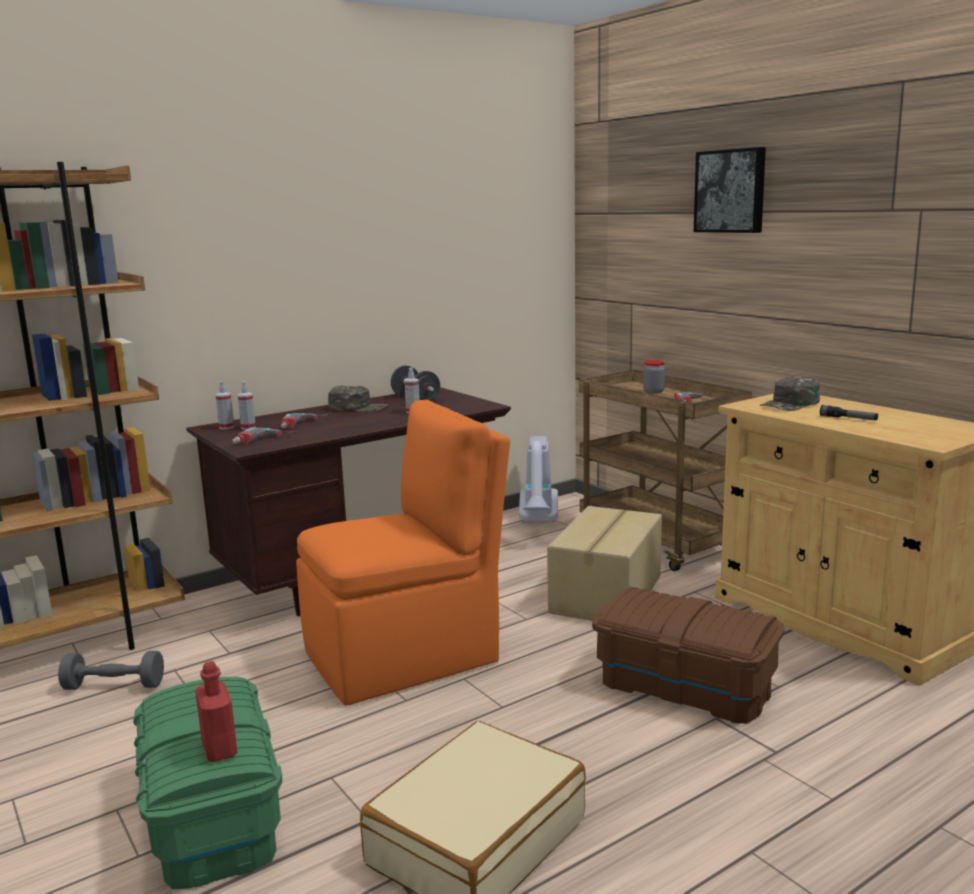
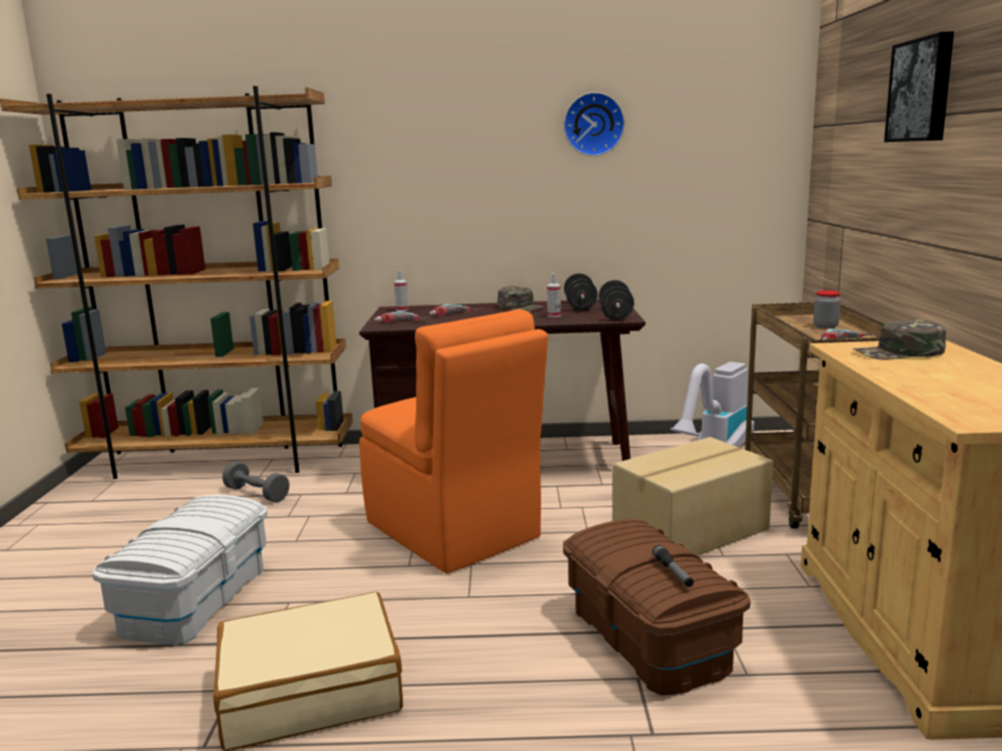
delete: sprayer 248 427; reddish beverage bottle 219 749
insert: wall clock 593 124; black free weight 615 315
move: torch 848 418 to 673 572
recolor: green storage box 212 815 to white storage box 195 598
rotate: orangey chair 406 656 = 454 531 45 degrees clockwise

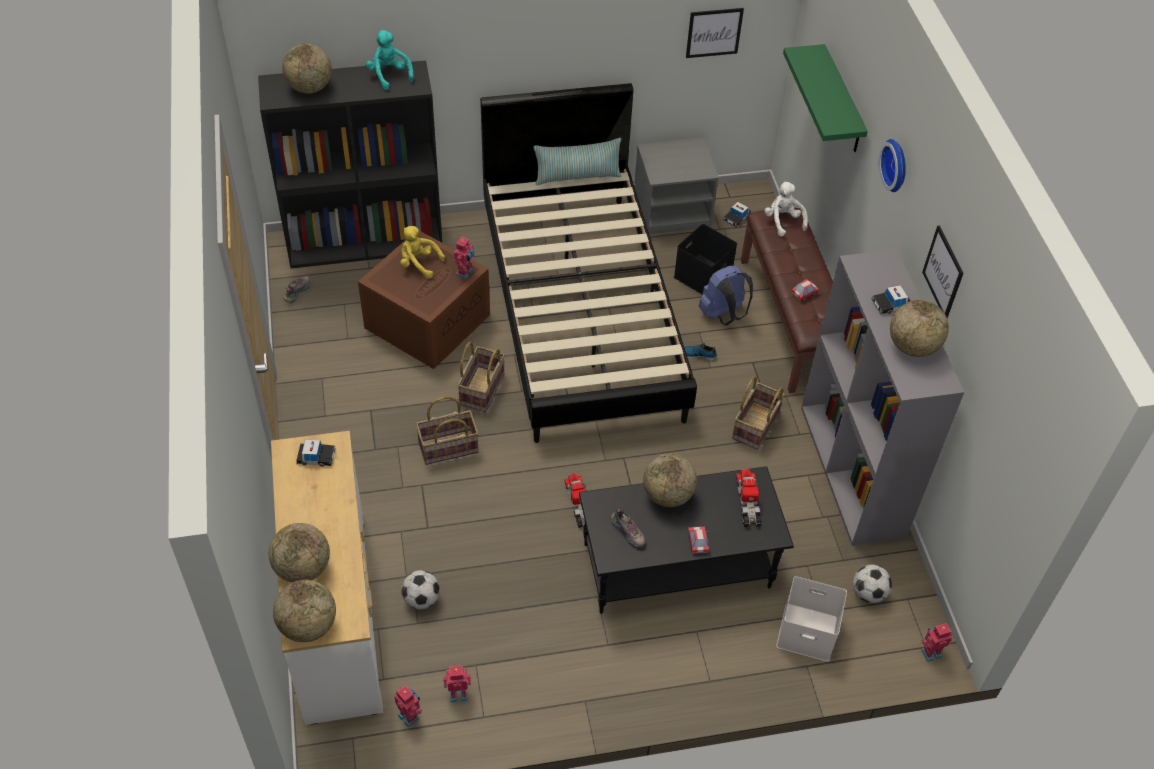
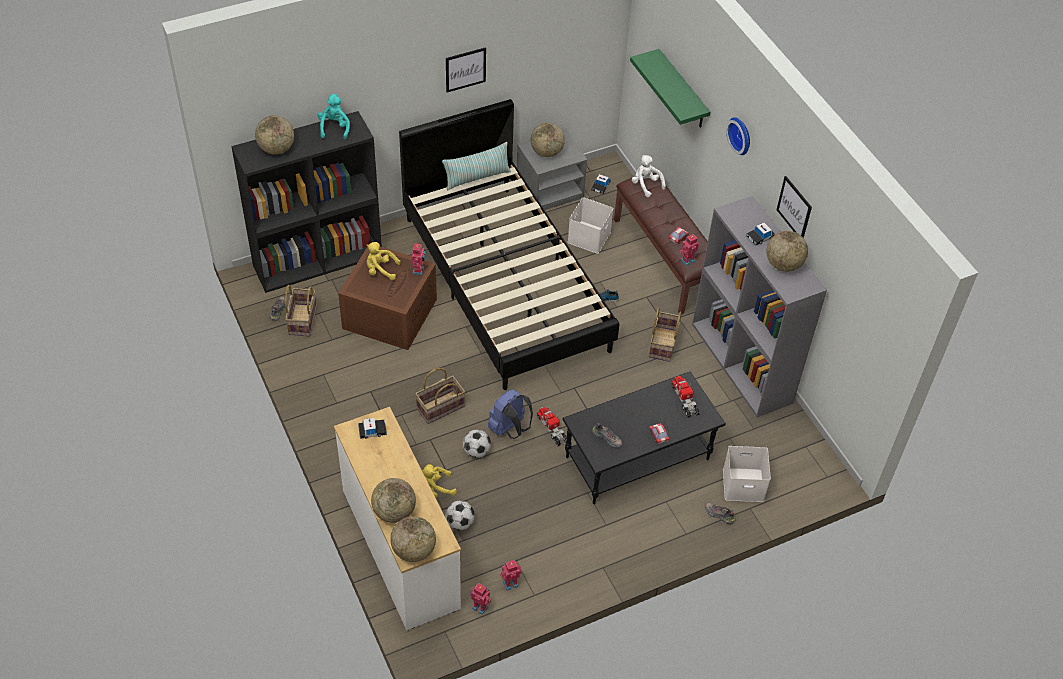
insert: yellow plush toy 436 489; shoe 718 515
move: wall art 714 32 to 465 69; bluish backpack 723 315 to 509 429; storage basket 481 389 to 302 320; desk globe 667 495 to 546 152; ball for football 868 593 to 476 451; robot figure 930 652 to 687 260
recolor: black storage box 702 274 to white storage box 588 236
rotate: turquoise-coloured plush toy 389 75 = 334 128 45 degrees clockwise

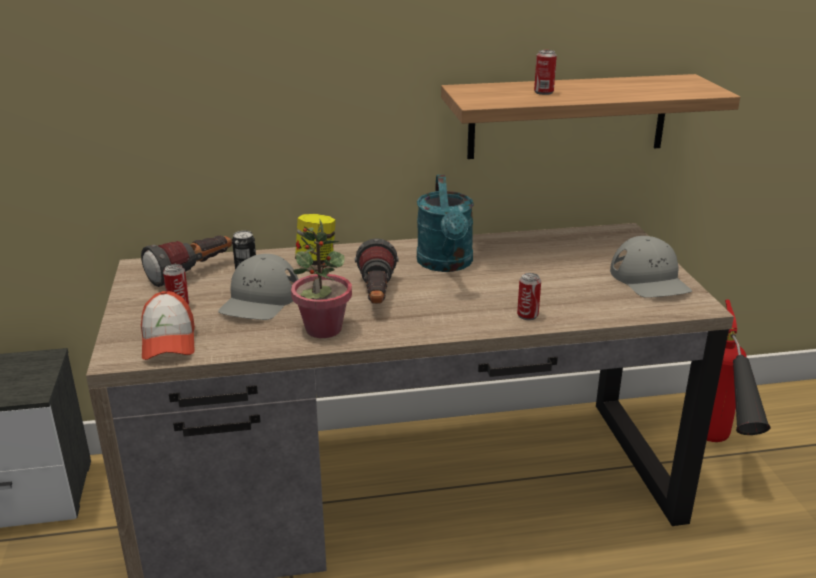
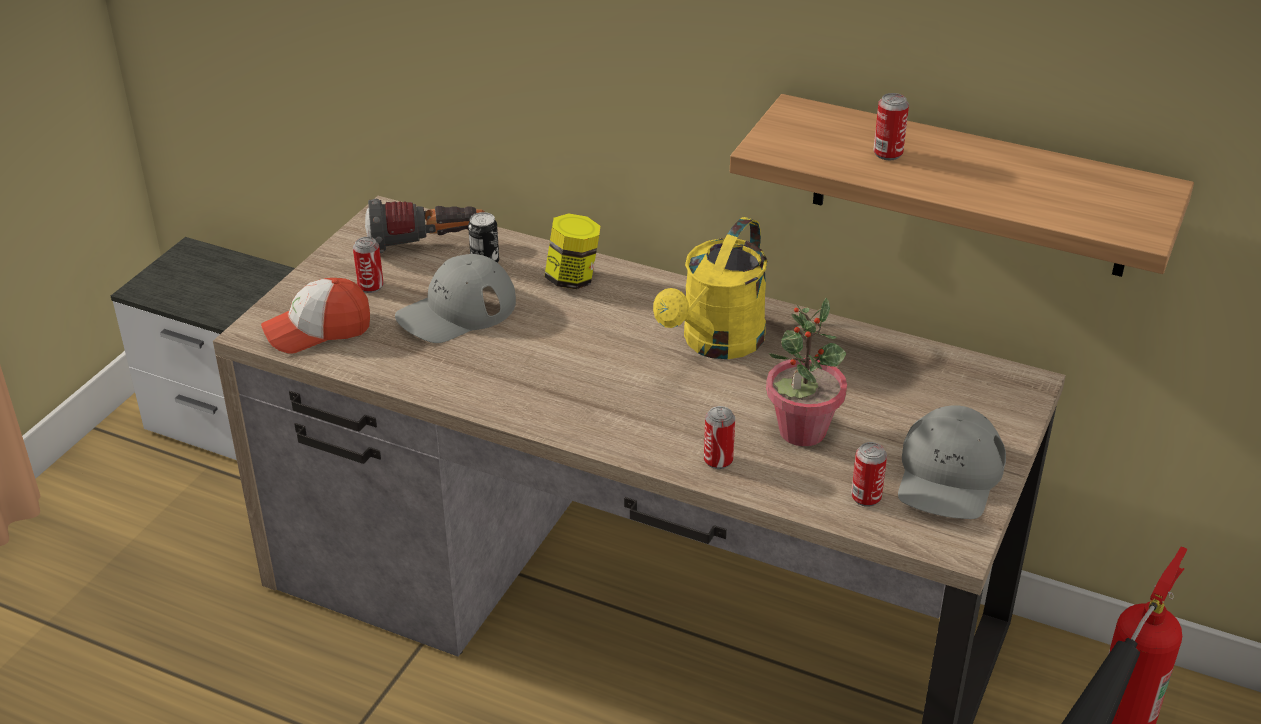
delete: torch 377 296
insert: metal can 866 497
move: potted plant 323 329 to 801 431
recolor: turquoise-coloured watering can 446 264 to yellow watering can 716 344
rotate: baseball cap 168 341 = 318 330 45 degrees clockwise

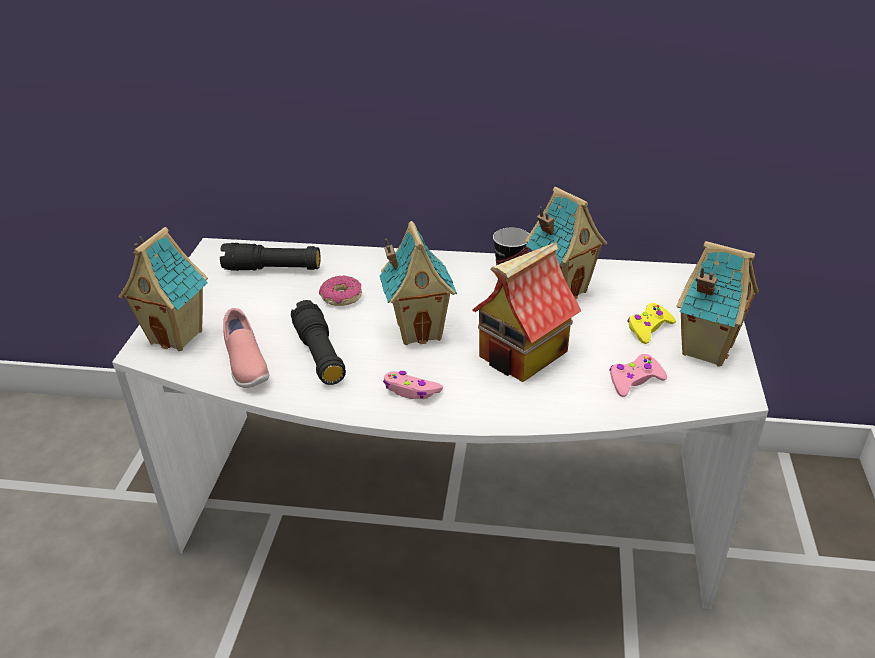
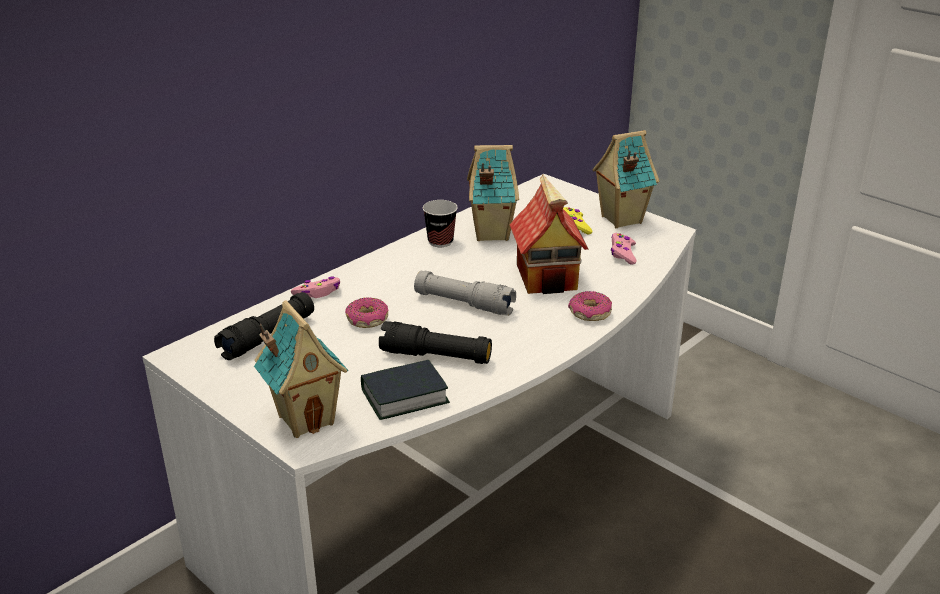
insert: donut 589 313
move: pinkish joypad 411 391 to 318 293
replace: model house 419 331 to grey torch 464 304; pinkish shoe 246 366 to book 404 396

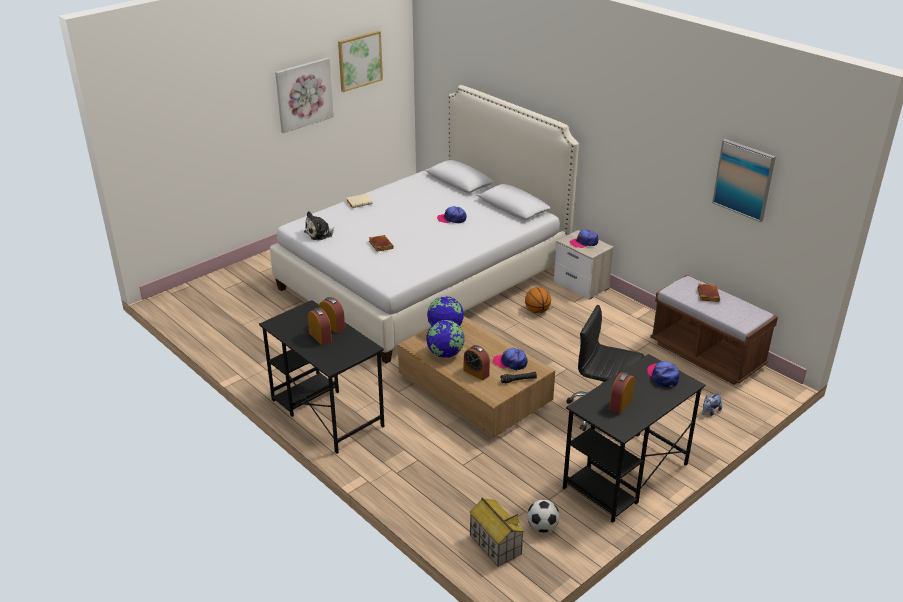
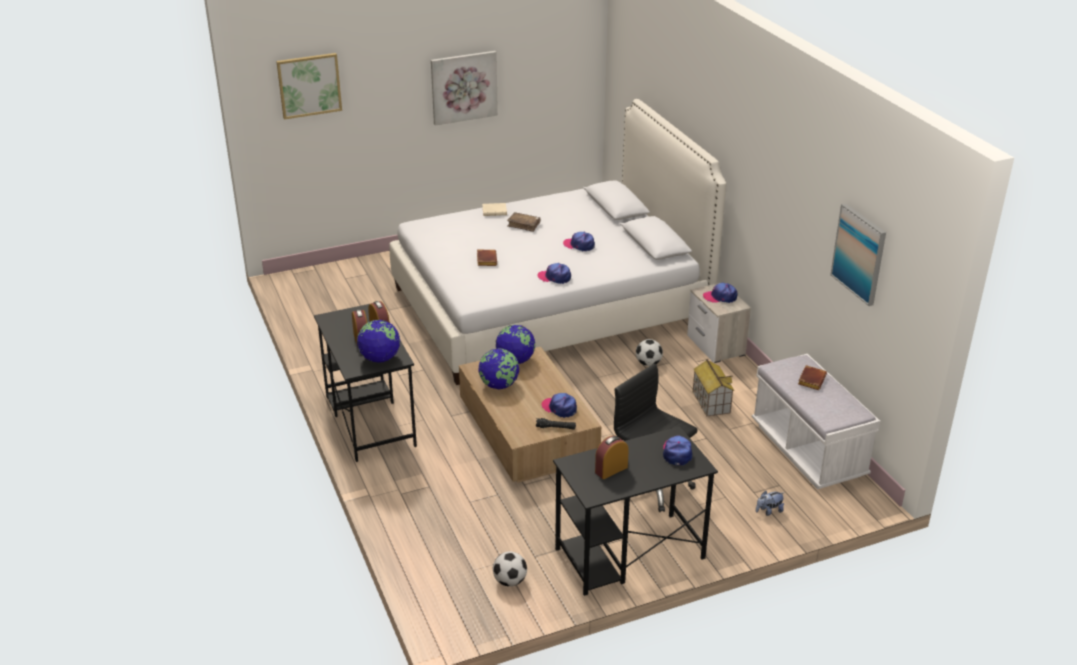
delete: plush toy 320 233; bedside clock 476 373
insert: brown book 524 225; baseball cap 554 277; desk globe 380 358
move: wall art 359 60 to 309 85; model house 495 544 to 710 402
replace: basketball 537 311 to ball for football 648 363
recolor: brown indoor bench 706 355 to white indoor bench 808 451

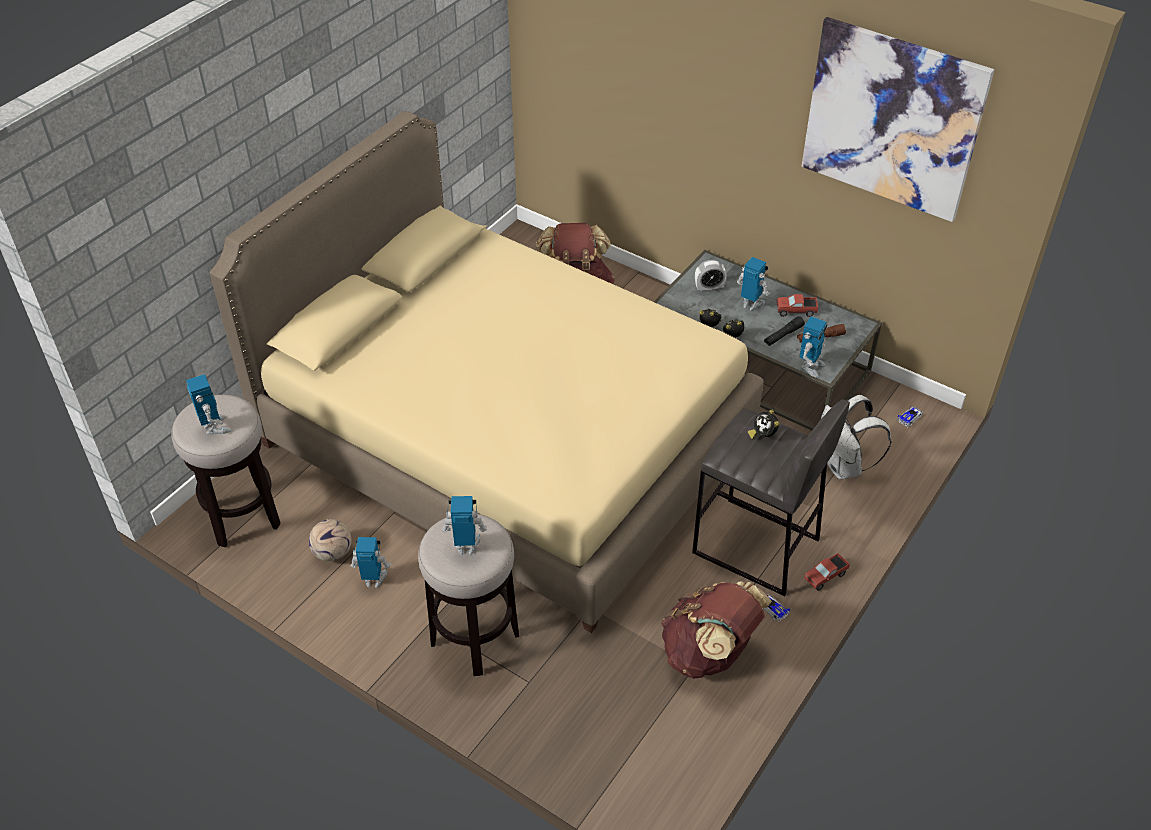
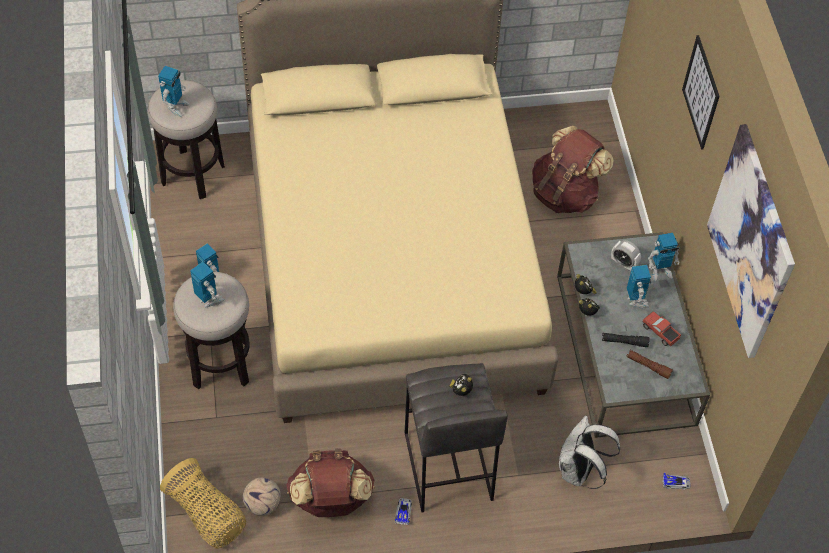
delete: model truck 825 576
insert: wall art 701 92; storage basket 207 515
move: robot figure 810 367 to 660 271; ball for football 332 553 to 262 504

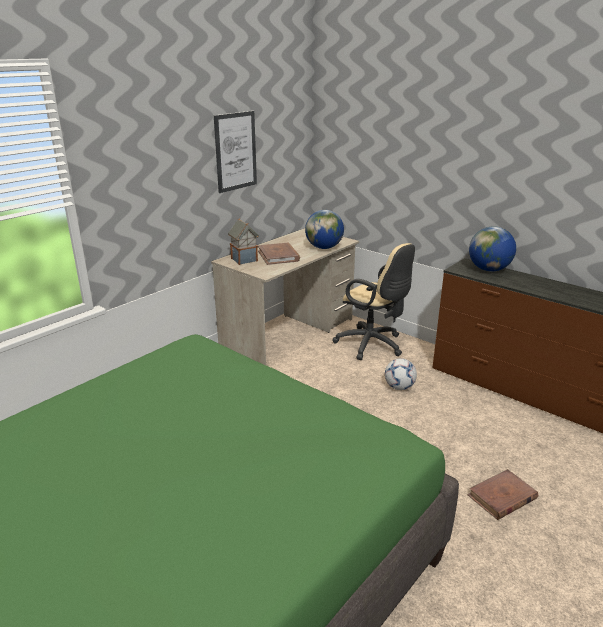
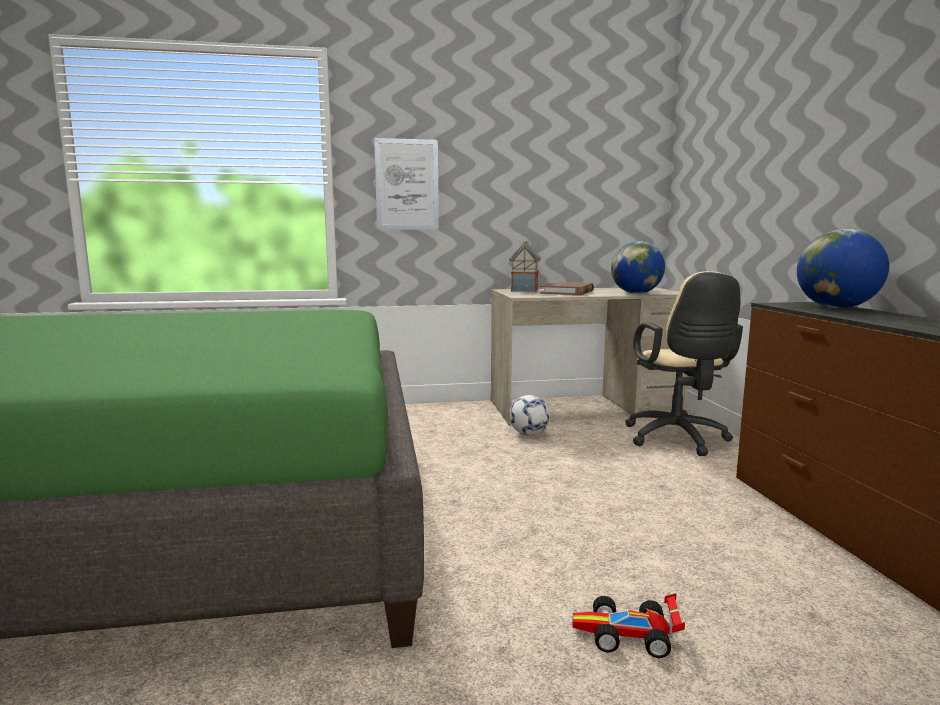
move: wall art 235 151 to 407 185; ball for football 399 387 to 529 434
replace: brown book 502 497 to model car 628 636

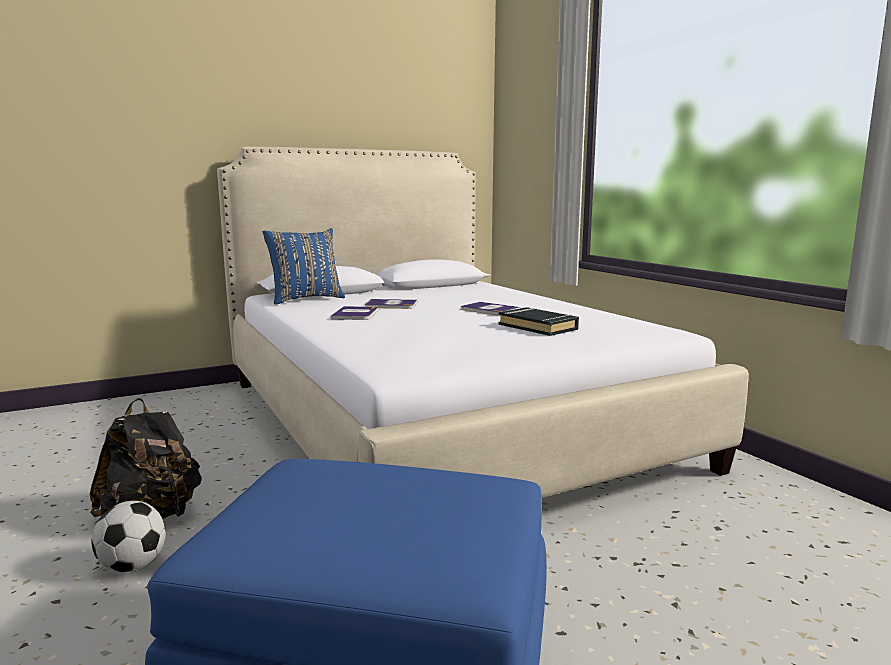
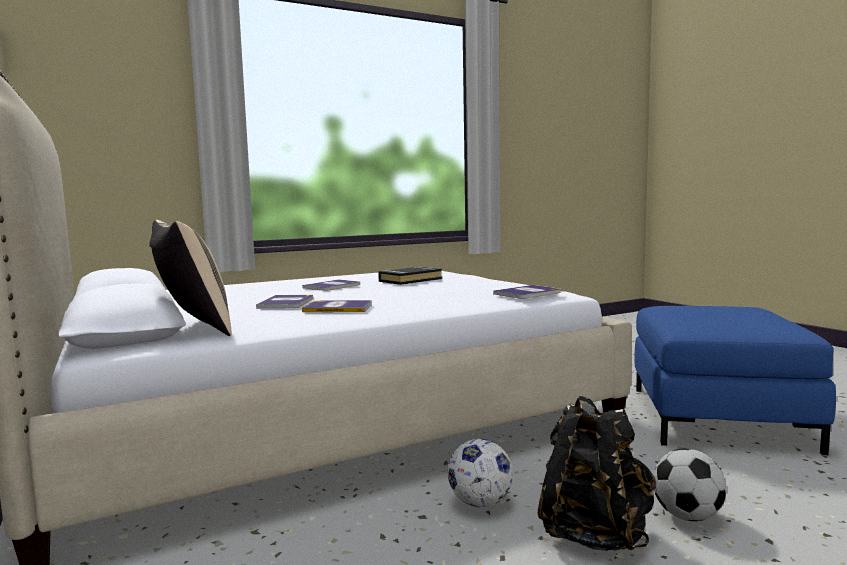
insert: book 528 293; ball for football 480 503
recolor: bluish pillow 305 299 to beige-coloured pillow 192 329

